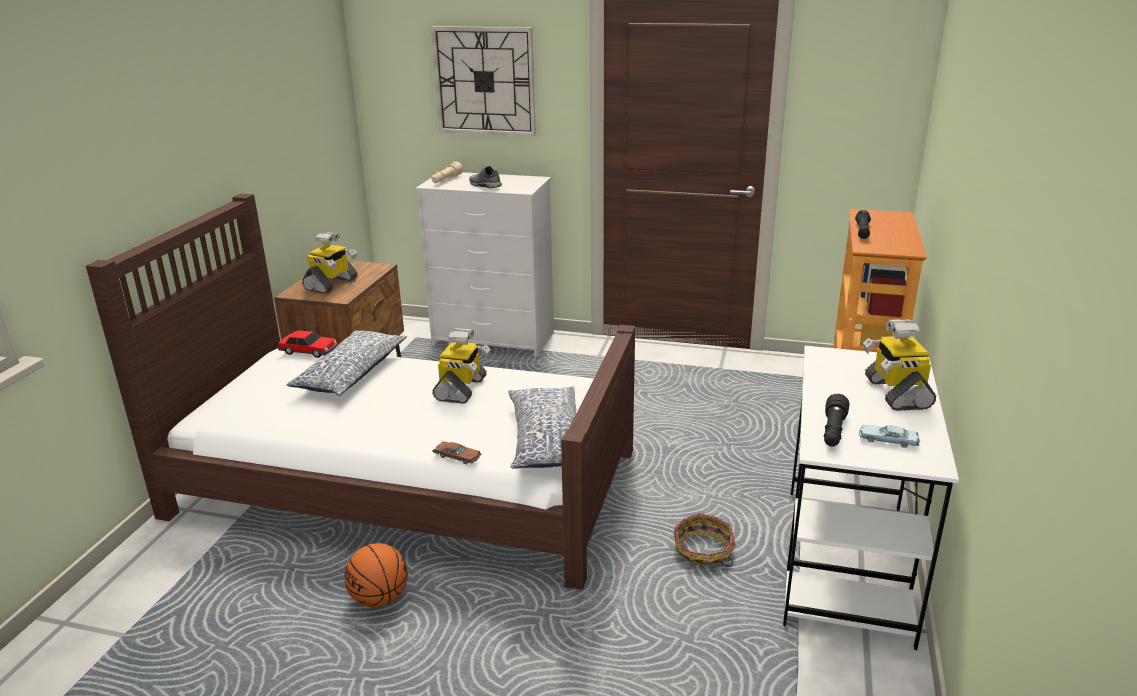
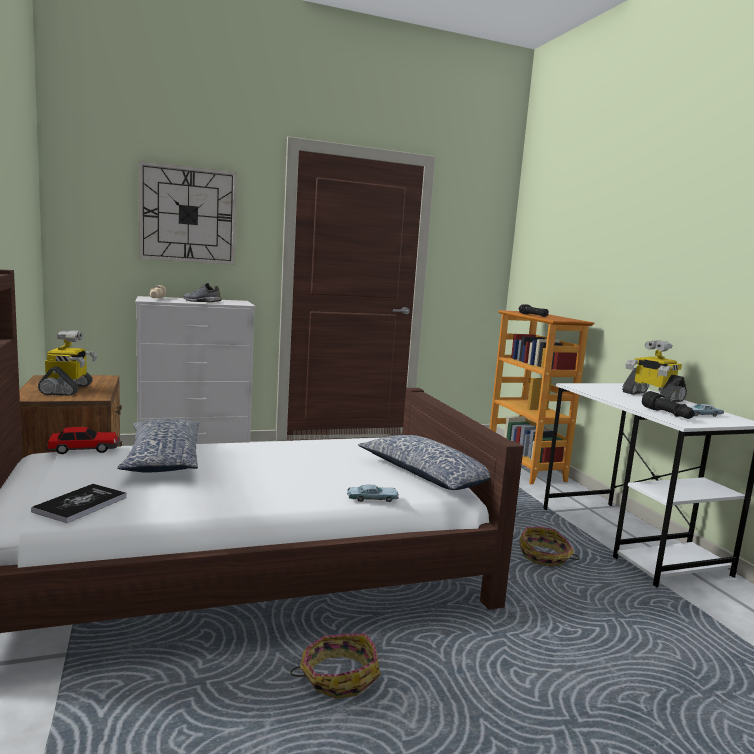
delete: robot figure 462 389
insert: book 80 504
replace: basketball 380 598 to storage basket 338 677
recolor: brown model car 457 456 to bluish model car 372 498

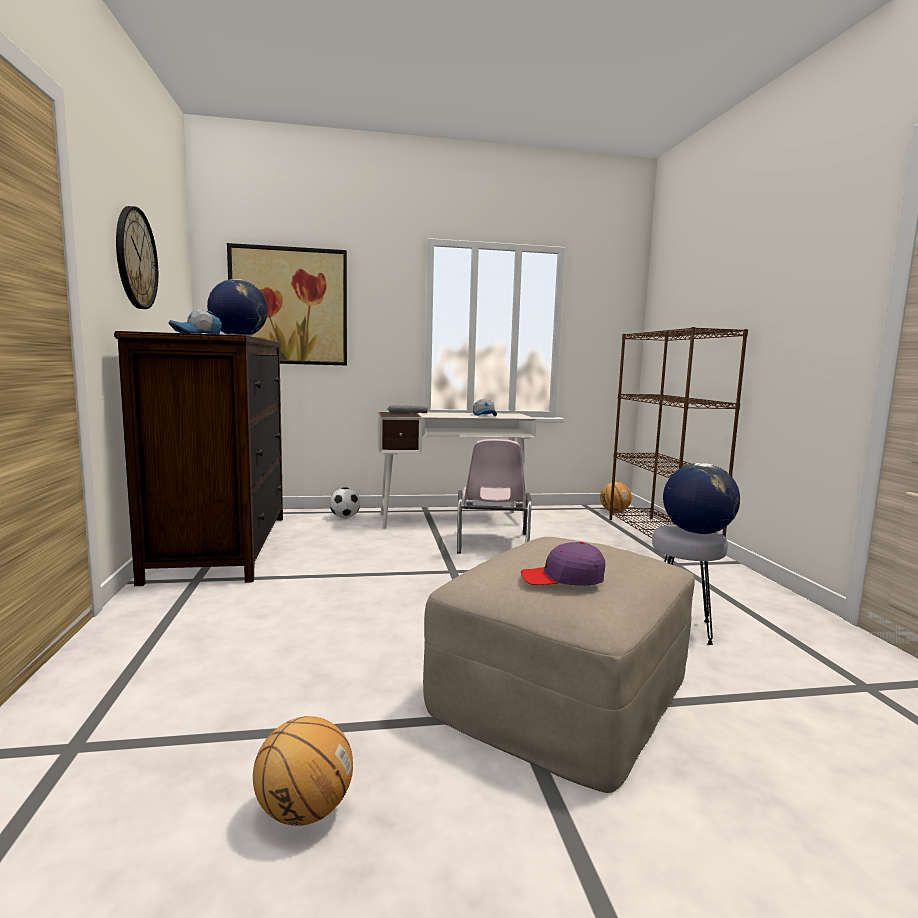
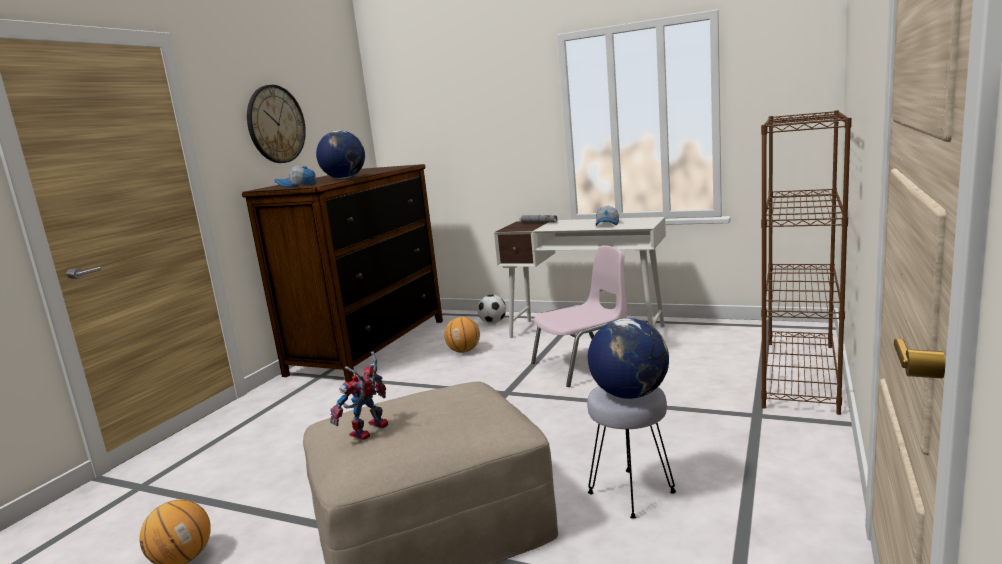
delete: wall art 289 306
move: basketball 614 512 to 464 351
replace: purple-coloured baseball cap 563 578 to robot figure 368 432
rotate: pinkish chair 491 544 = 584 365 150 degrees counterclockwise

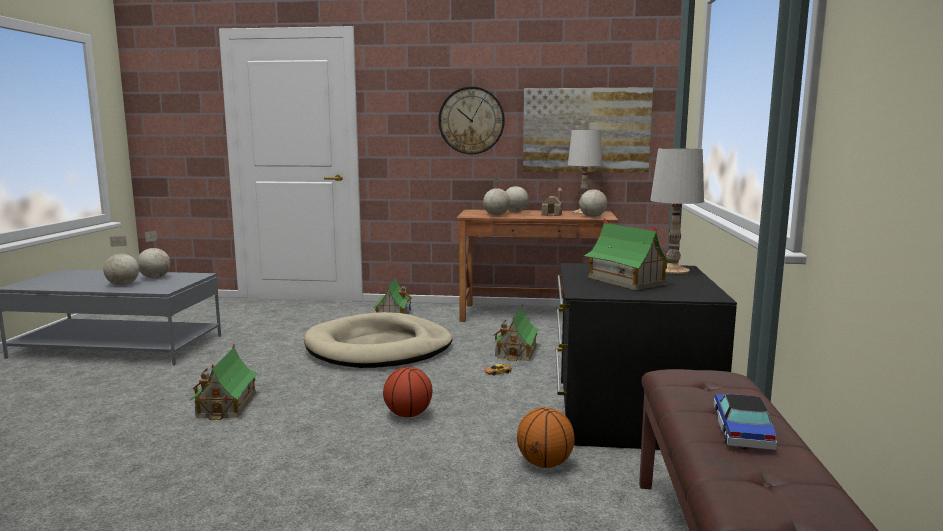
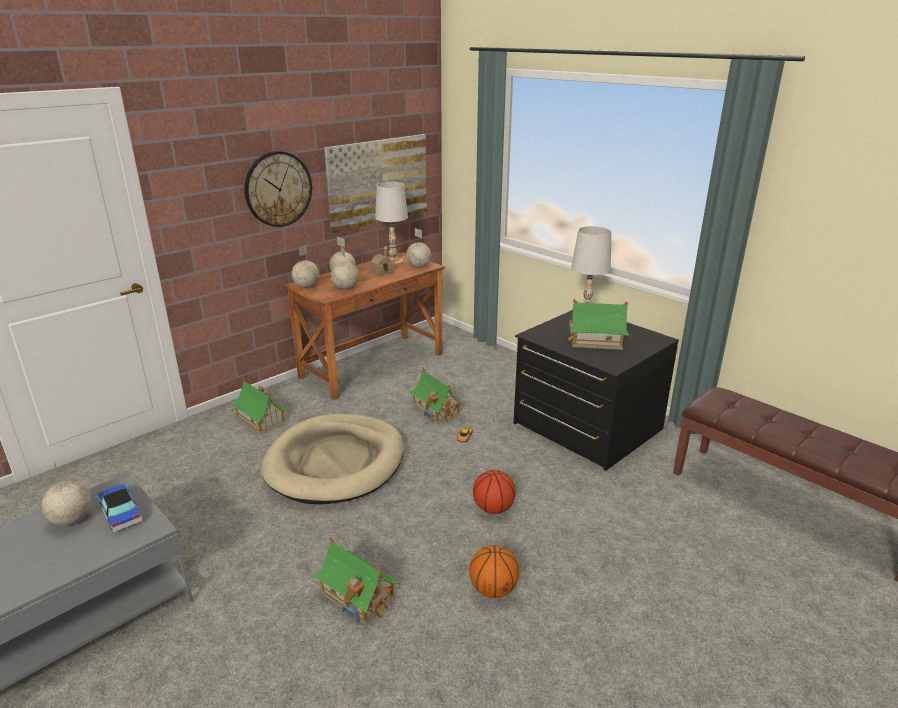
move: desk globe 123 285 to 307 287; model car 742 430 to 120 512; basketball 545 464 to 493 589

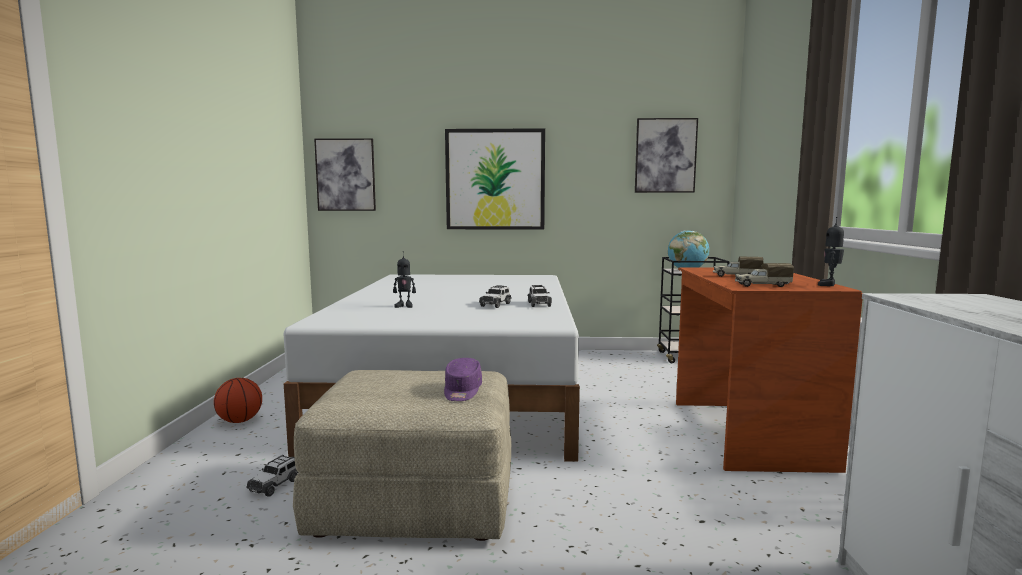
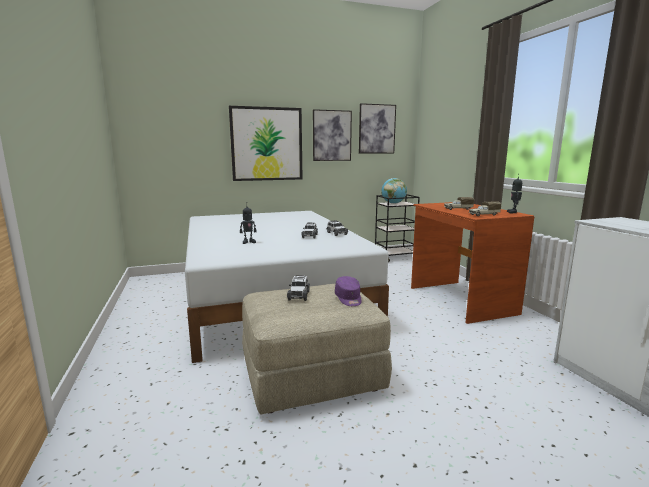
delete: basketball 239 421
move: wall art 345 175 to 332 135; model car 275 485 to 299 295

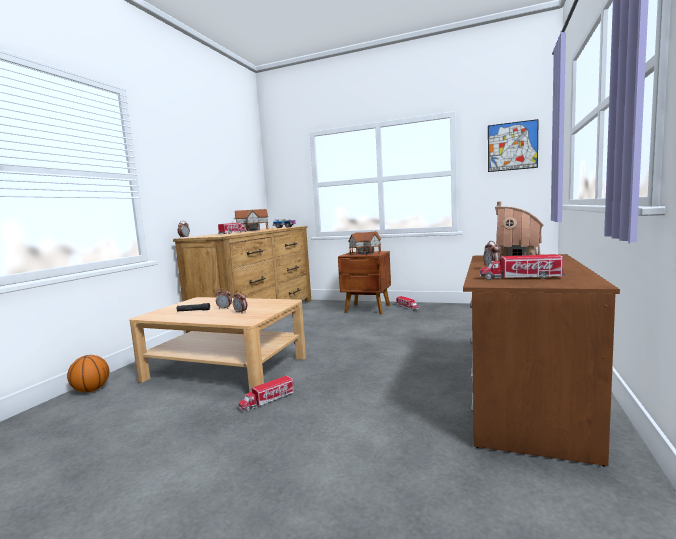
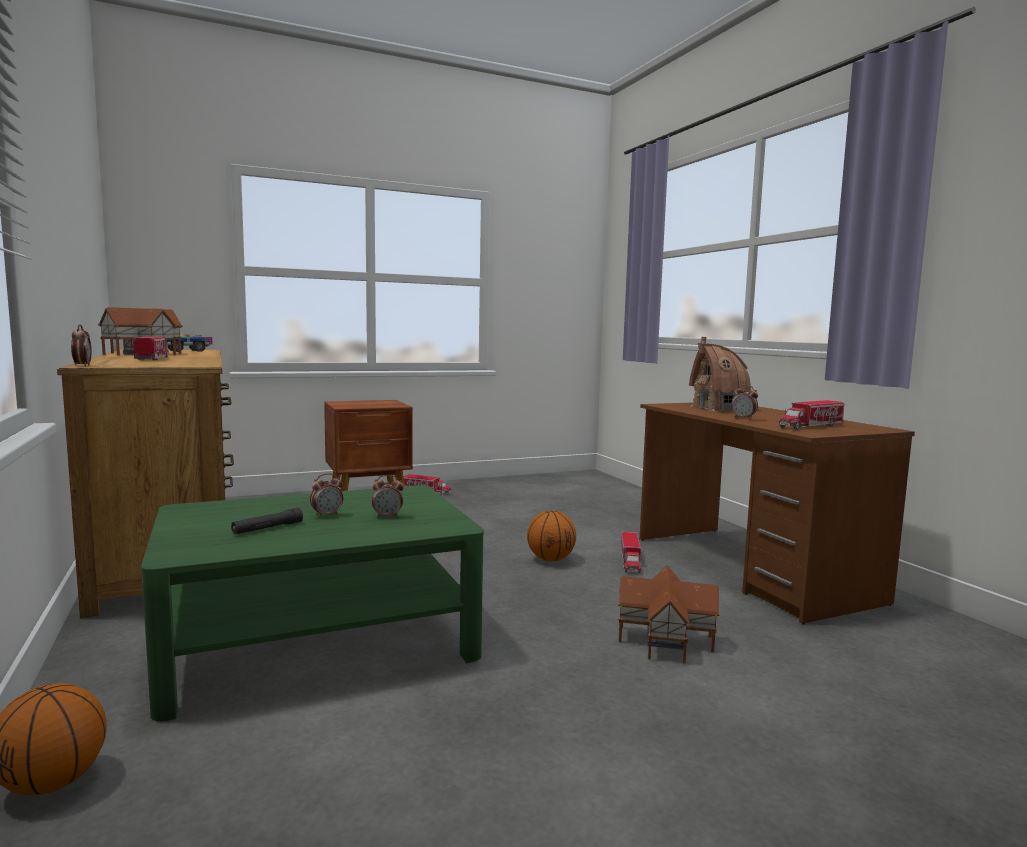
delete: wall art 512 146
insert: basketball 550 559
move: model house 364 253 to 663 640; model truck 267 400 to 630 561
recolor: beige-coloured coffee table 226 368 to green coffee table 318 639

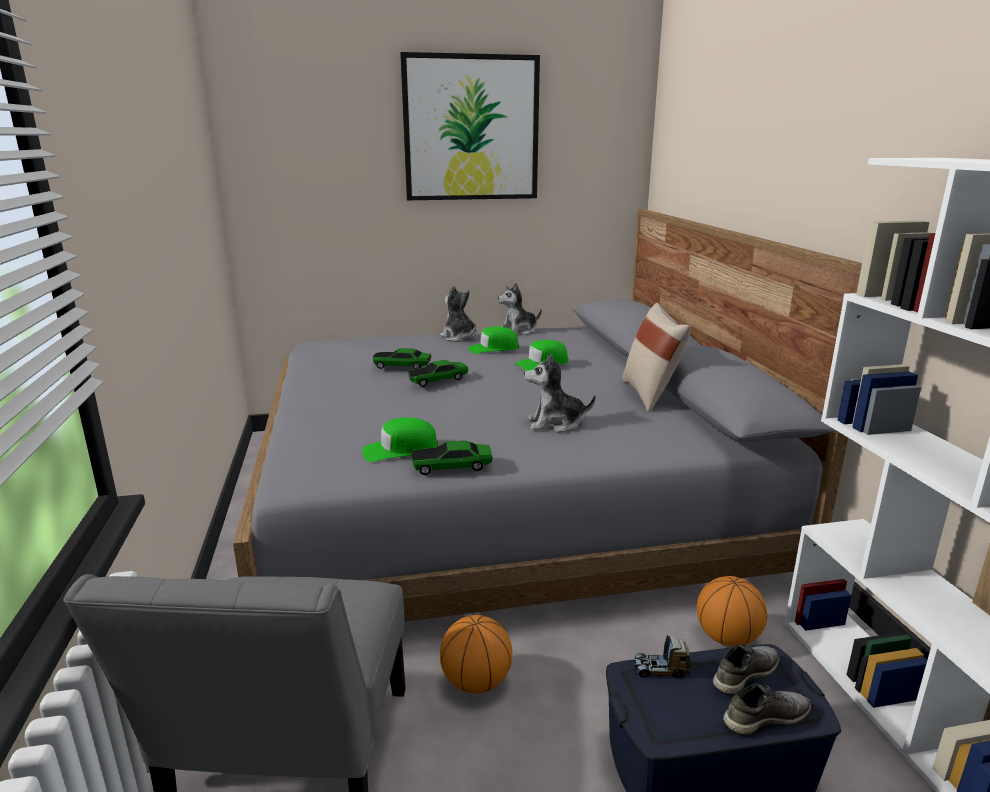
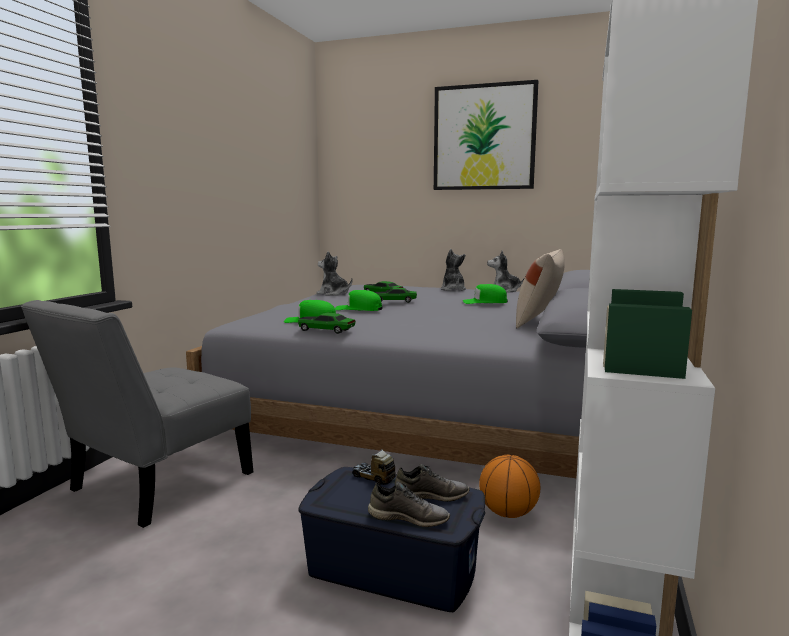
delete: basketball 476 682
move: green baseball cap 493 348 to 359 309; plush toy 555 423 to 333 294

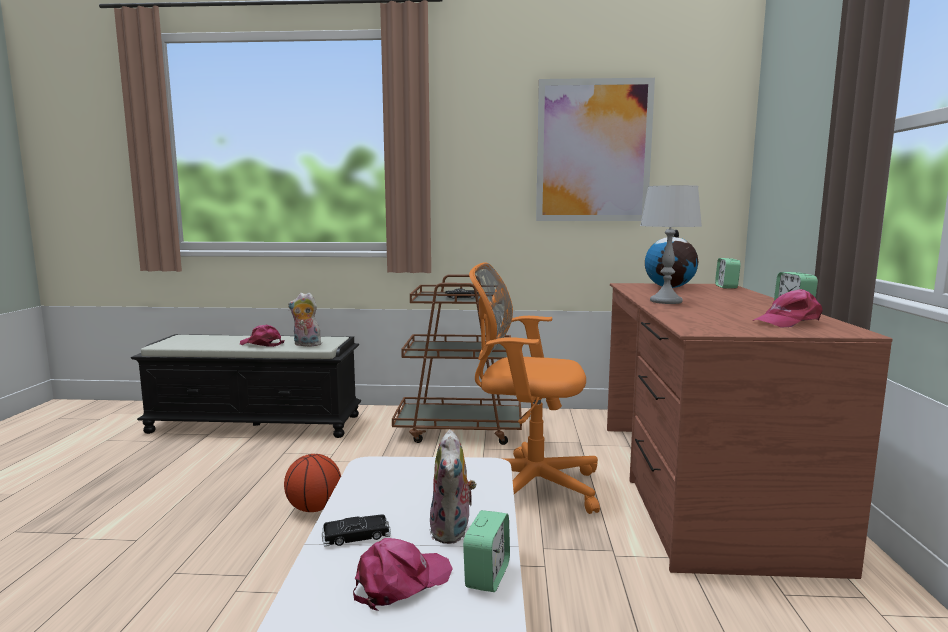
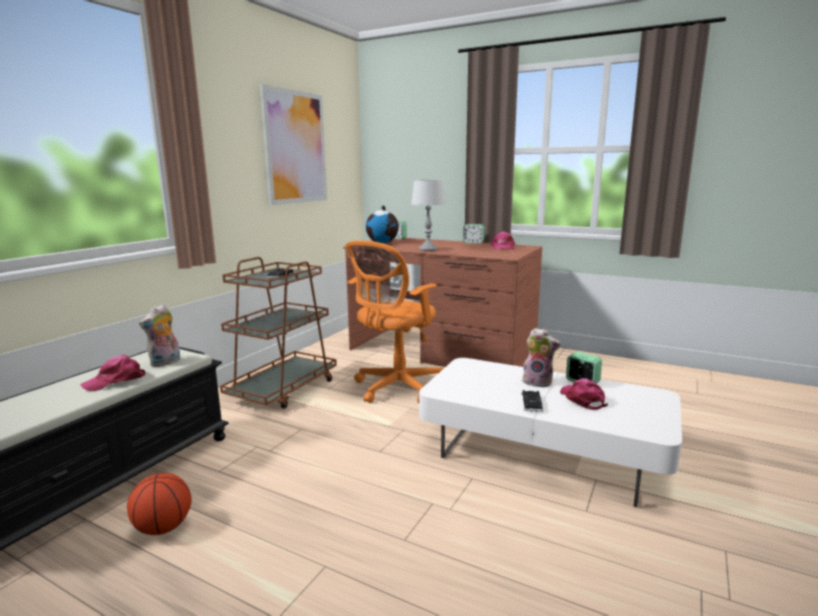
move: basketball 314 508 to 163 528

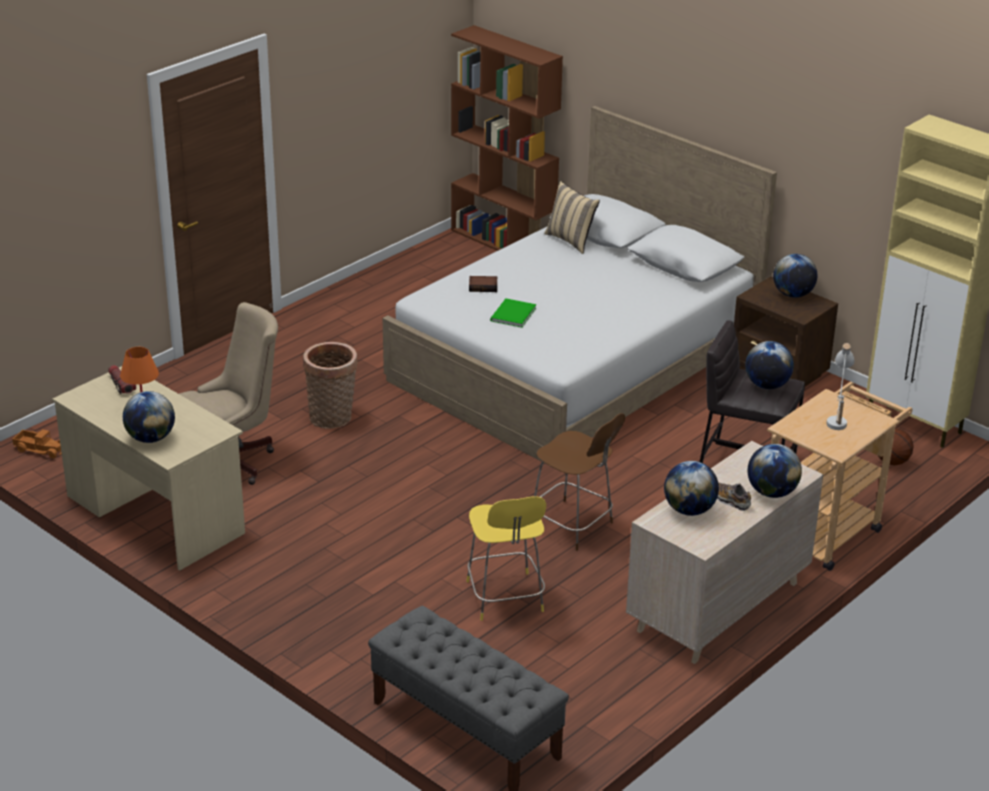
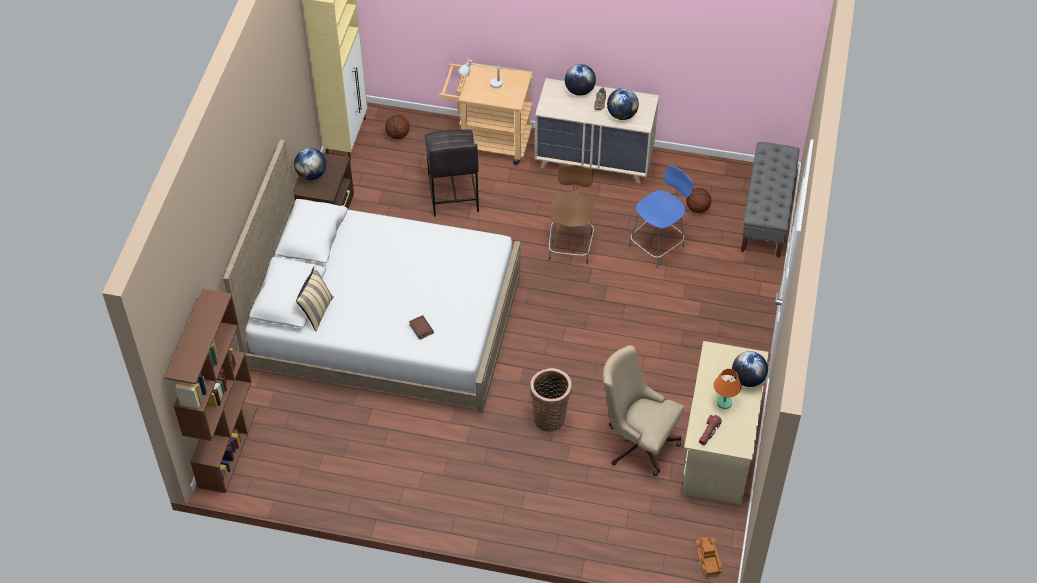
delete: green book 511 315; desk globe 767 385
insert: basketball 698 208
recolor: yellow stool 505 598 to bluish stool 658 245

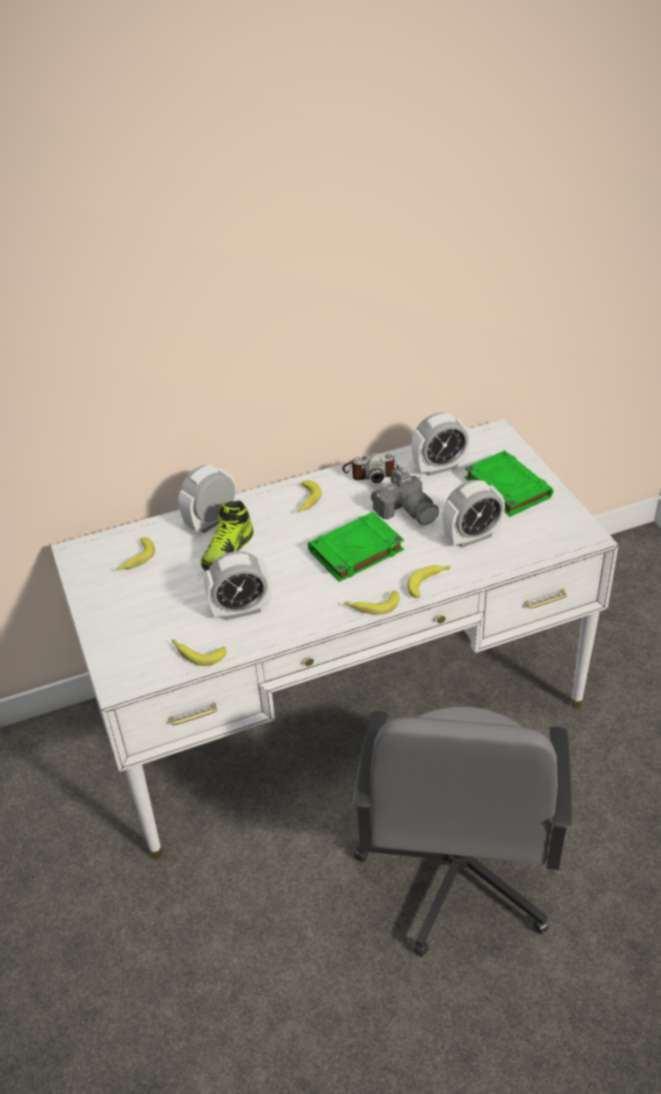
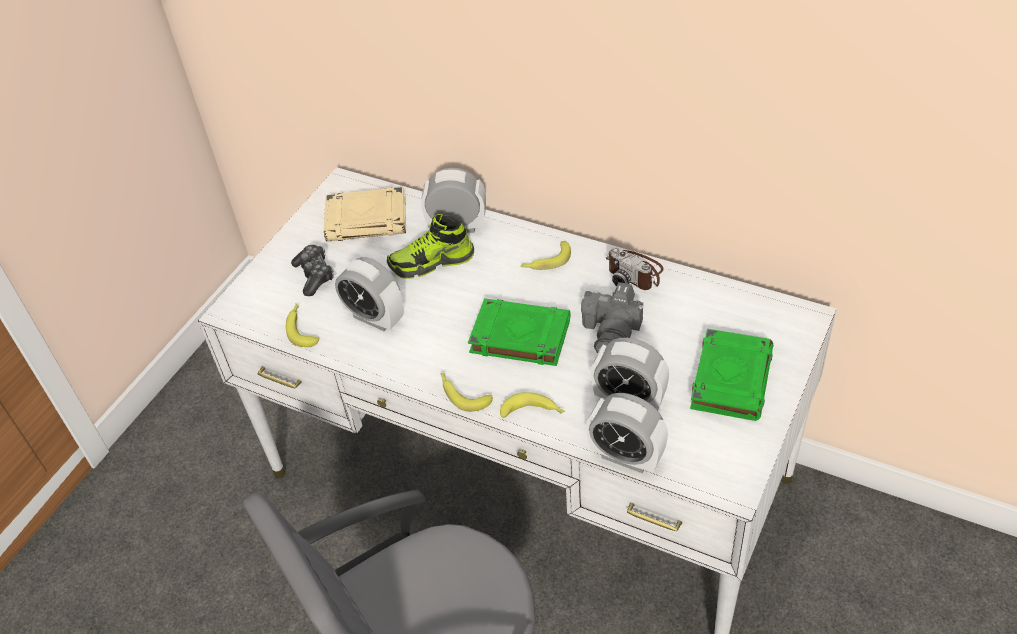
insert: joypad 315 275
move: bedside clock 440 467 to 626 457
replace: banana fruit 135 560 to beige-coloured book 367 220

